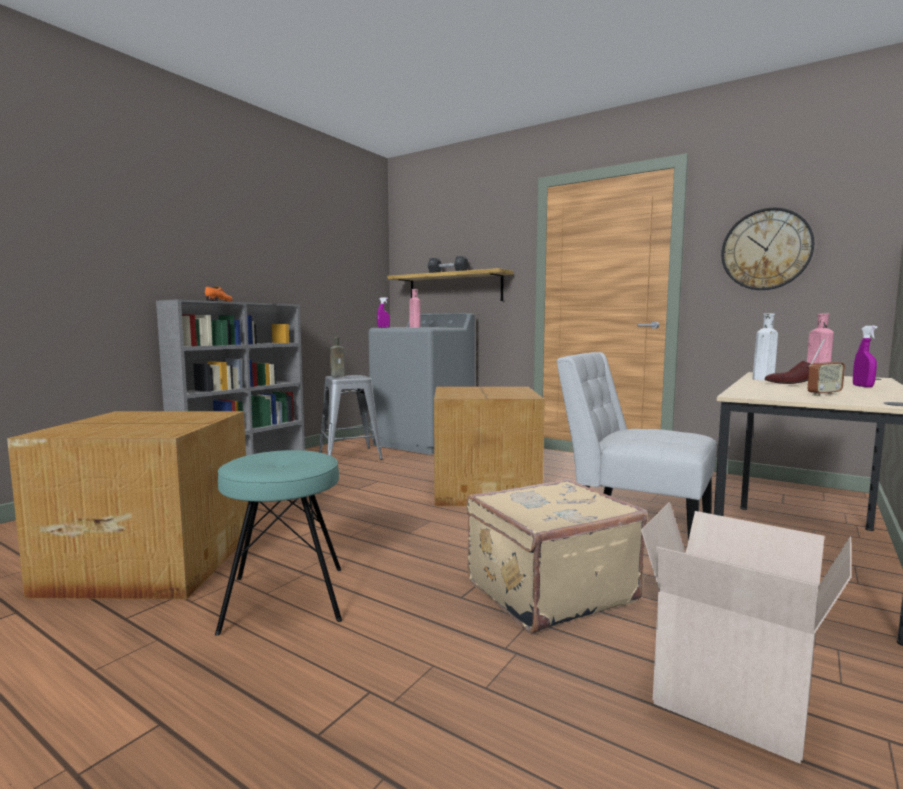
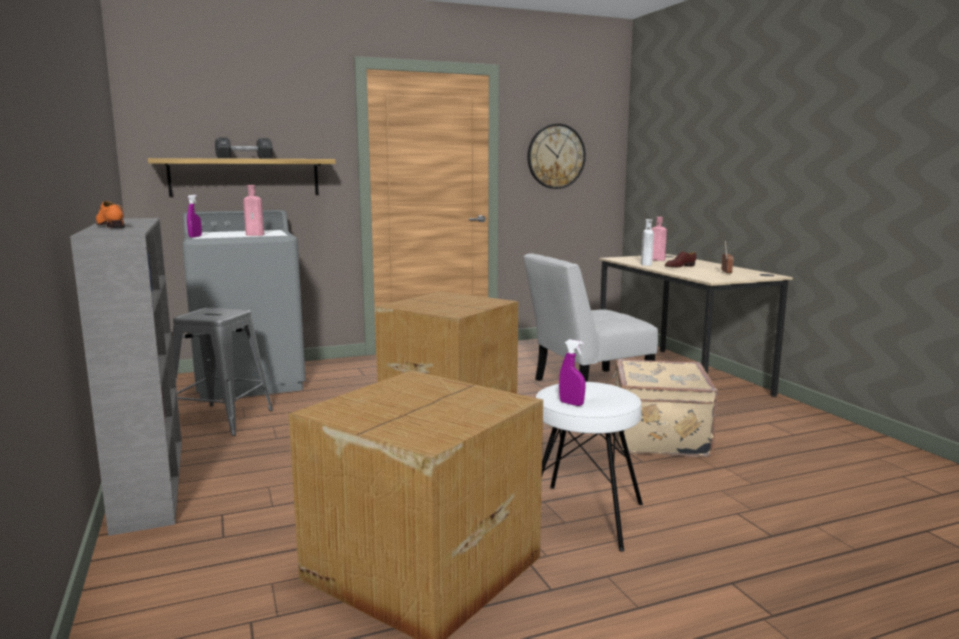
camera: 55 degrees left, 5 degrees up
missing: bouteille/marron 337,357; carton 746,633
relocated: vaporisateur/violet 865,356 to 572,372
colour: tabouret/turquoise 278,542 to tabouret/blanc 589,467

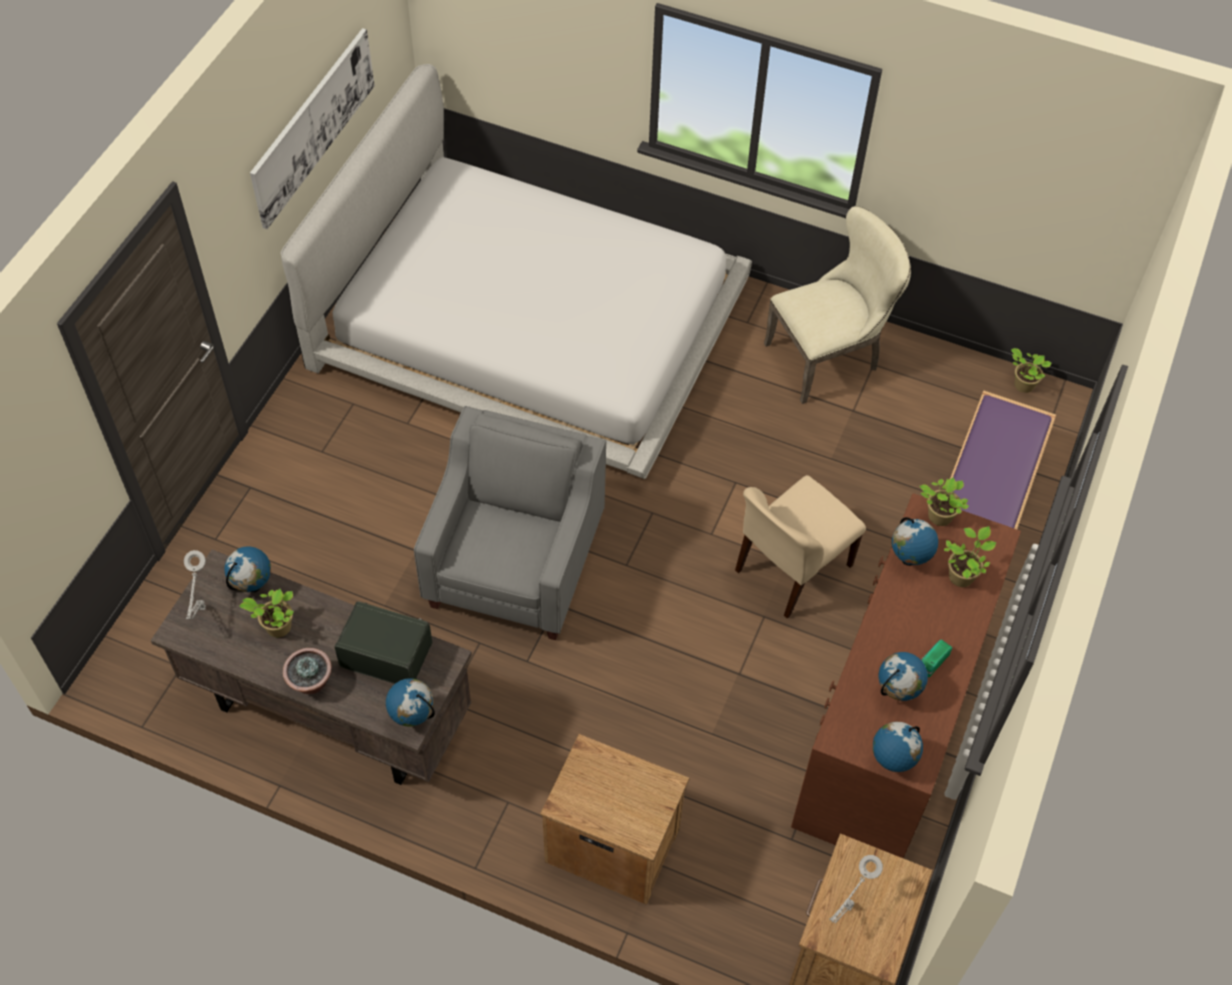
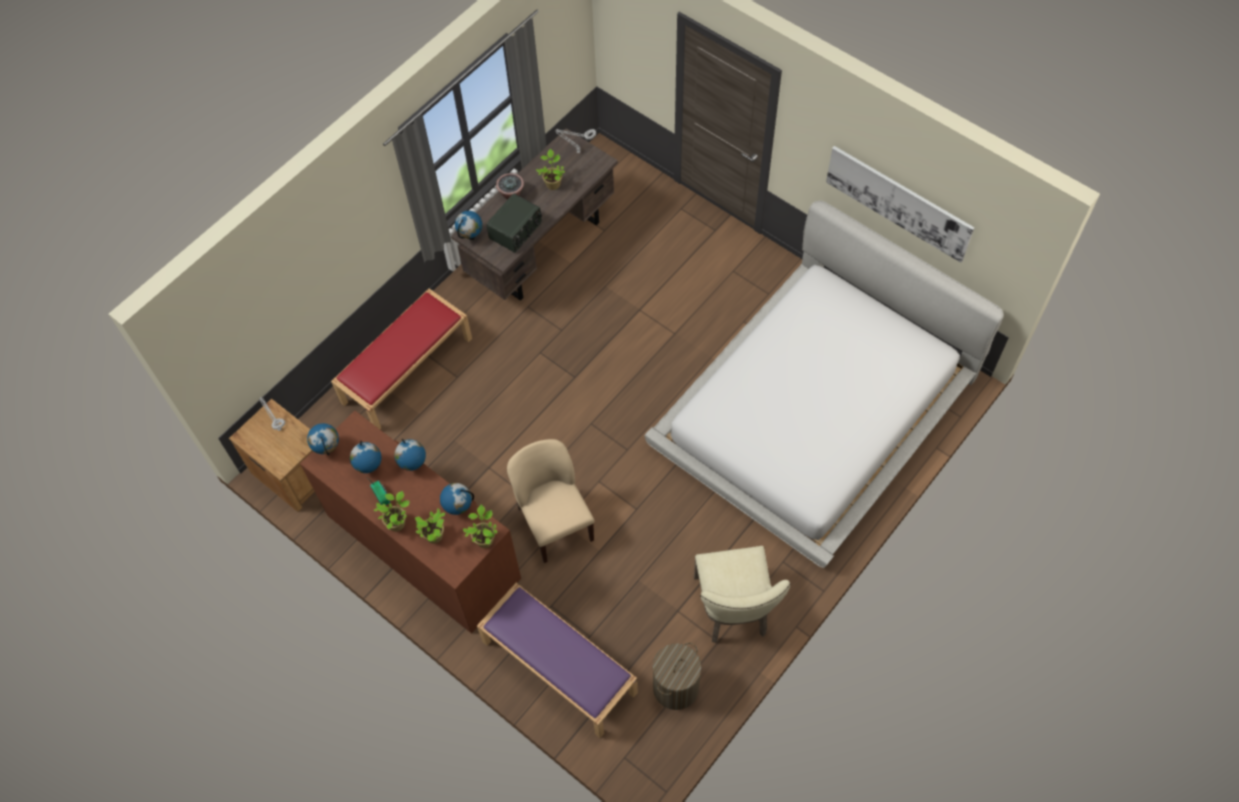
camera: 110 degrees right, 5 degrees up
missing: fauteuil/gris 510,523
appeared: panier à linge 677,676
relocated: plante en pot 1031,370 to 392,511; globe 247,569 to 410,455
exchanged: table de chevet/marron 614,819 to banc/rouge 401,359

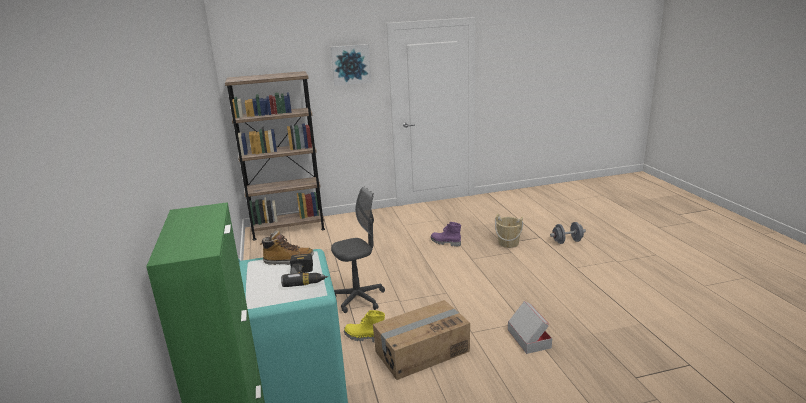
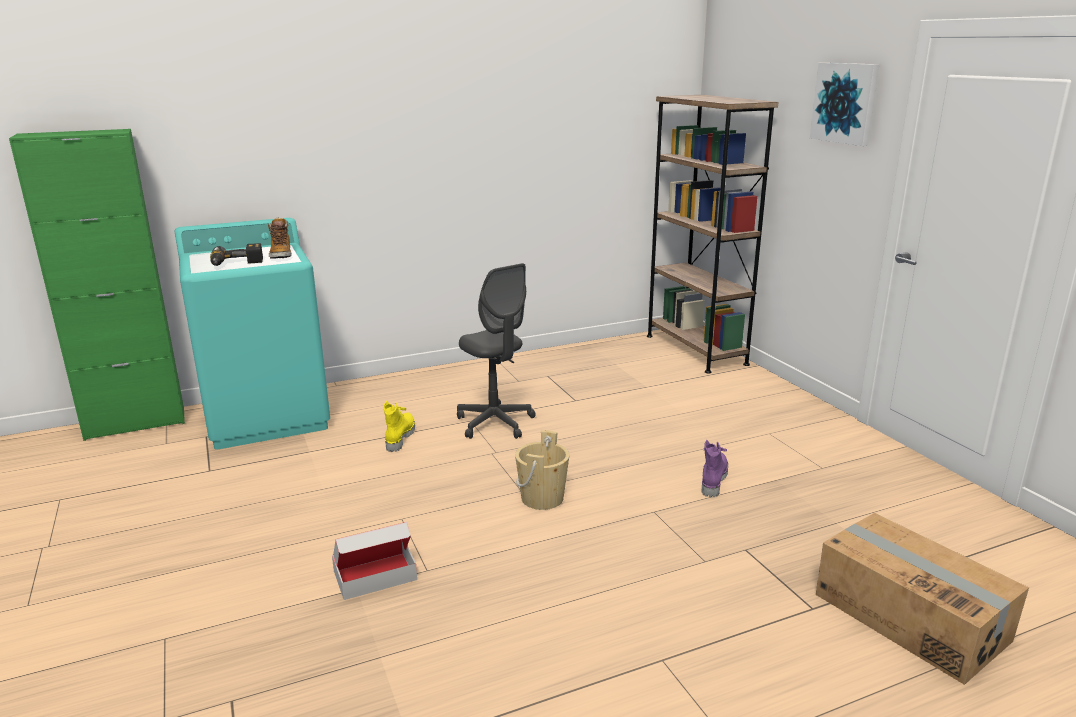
camera: 80 degrees right, 0 degrees up
missing: haltère/gris 568,233
relocated: seau/beige 509,231 to 542,470; carton 421,340 to 922,599

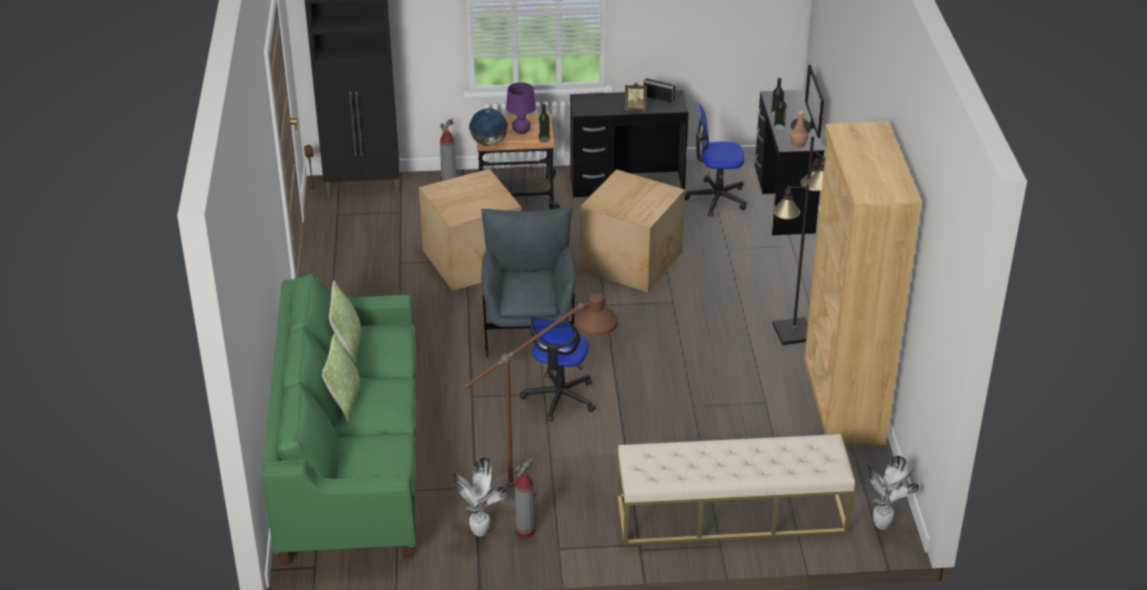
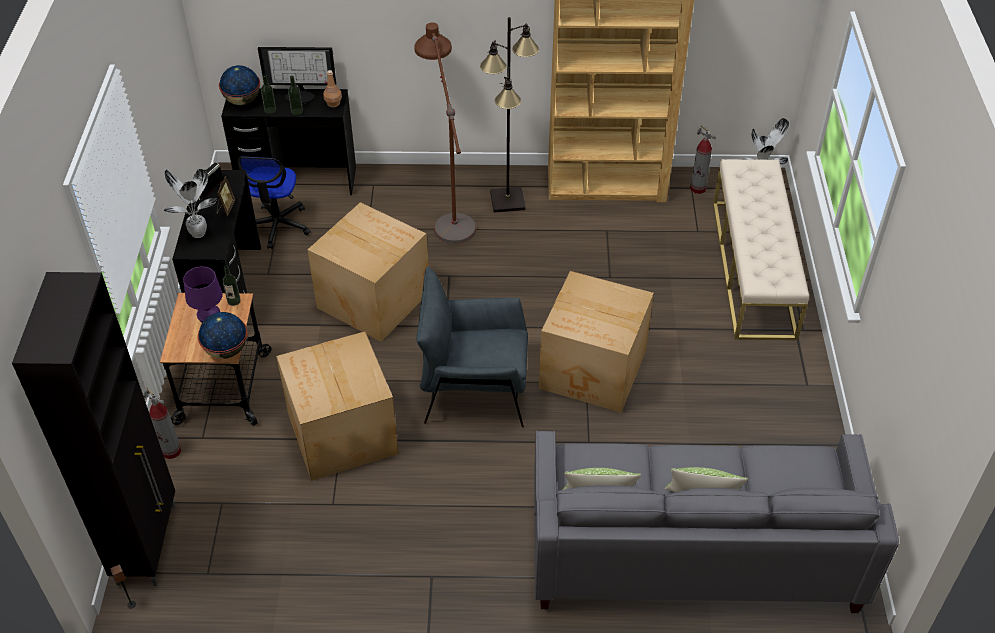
camera: 85 degrees left, 10 degrees up
appeared: globe 239,85
relocated: plante en pot 479,496 to 190,203; lampadaire/marron 541,401 to 445,133; extincteur 525,498 to 703,160
exchanged: chaise de bureau 558,369 to carton 596,342
colour: canapé/vert 338,419 to canapé/gris 716,521

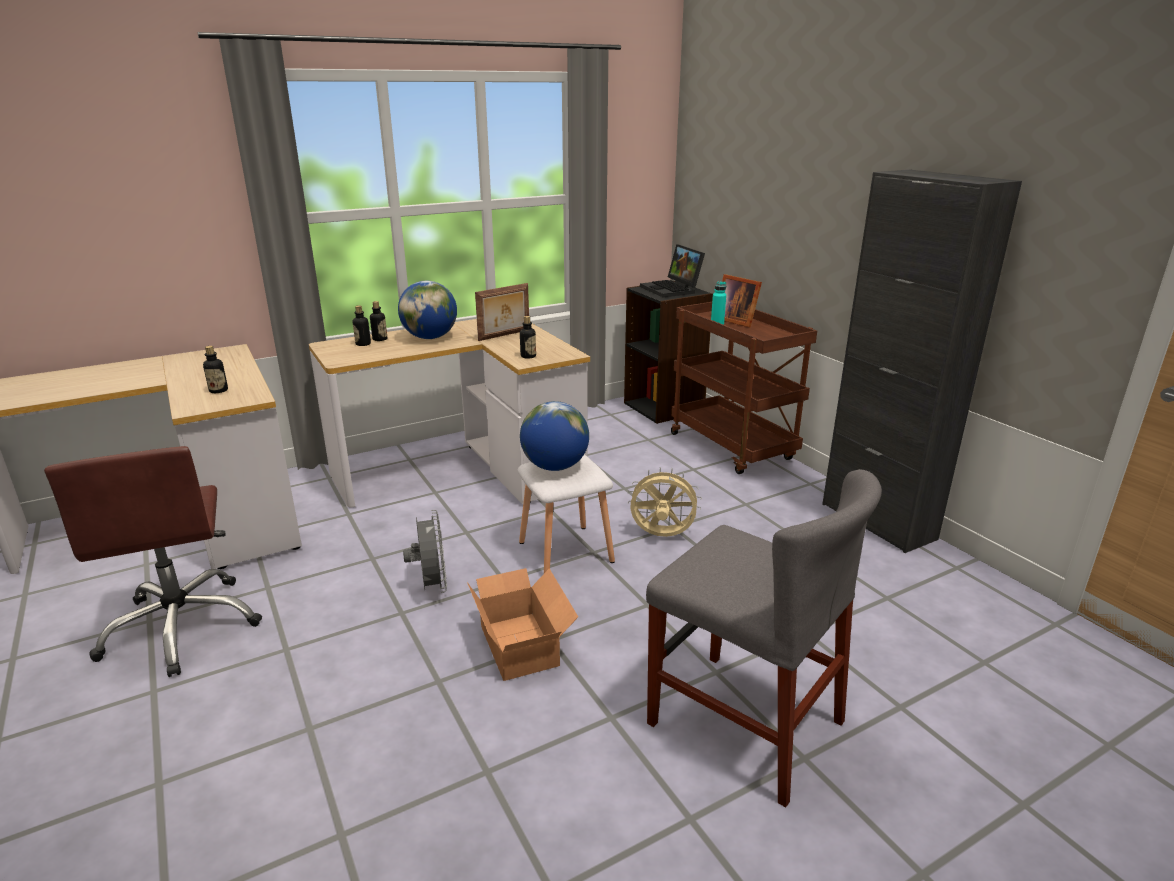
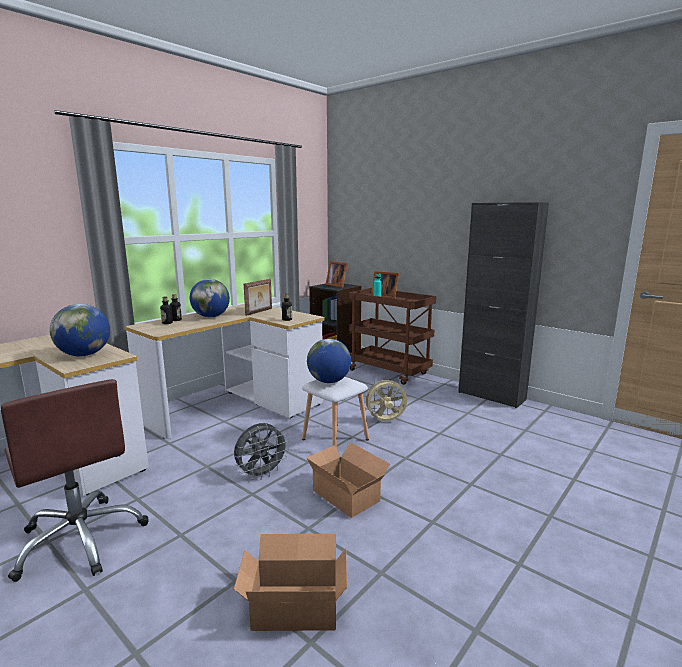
camera: 20 degrees left, 10 degrees down
missing: chaise/gris 764,638
appeared: carton 290,582
exchanged: bouteille 215,369 to globe 80,330; ordinateur portable 672,270 to cadre photo 336,274
spun: ventilateur/gris 425,551 = 262,451 90 degrees clockwise

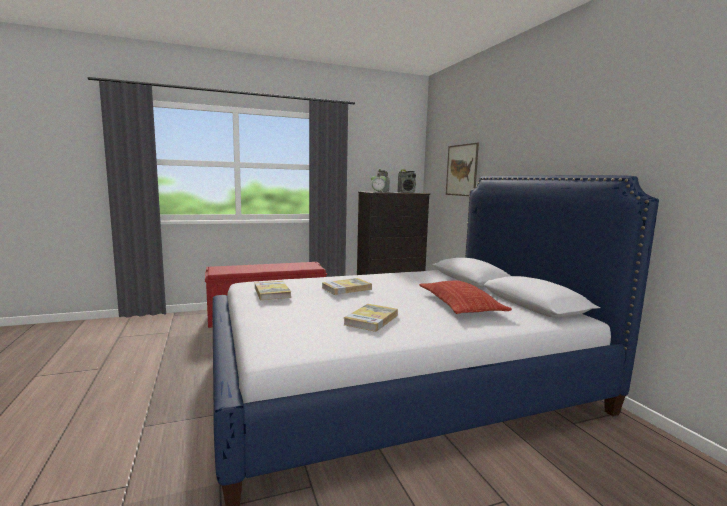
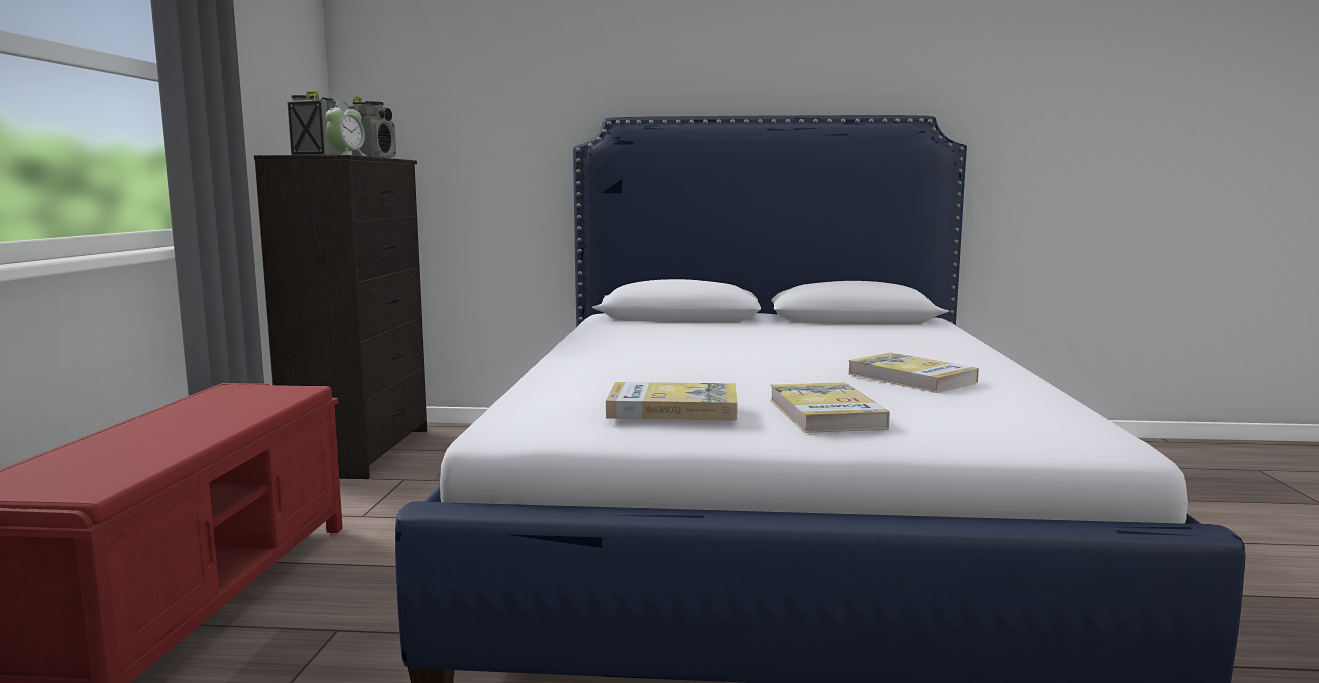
camera: 65 degrees left, 0 degrees up
missing: coussin 465,297; tableau 462,169
relocated: livre 347,286 to 830,407

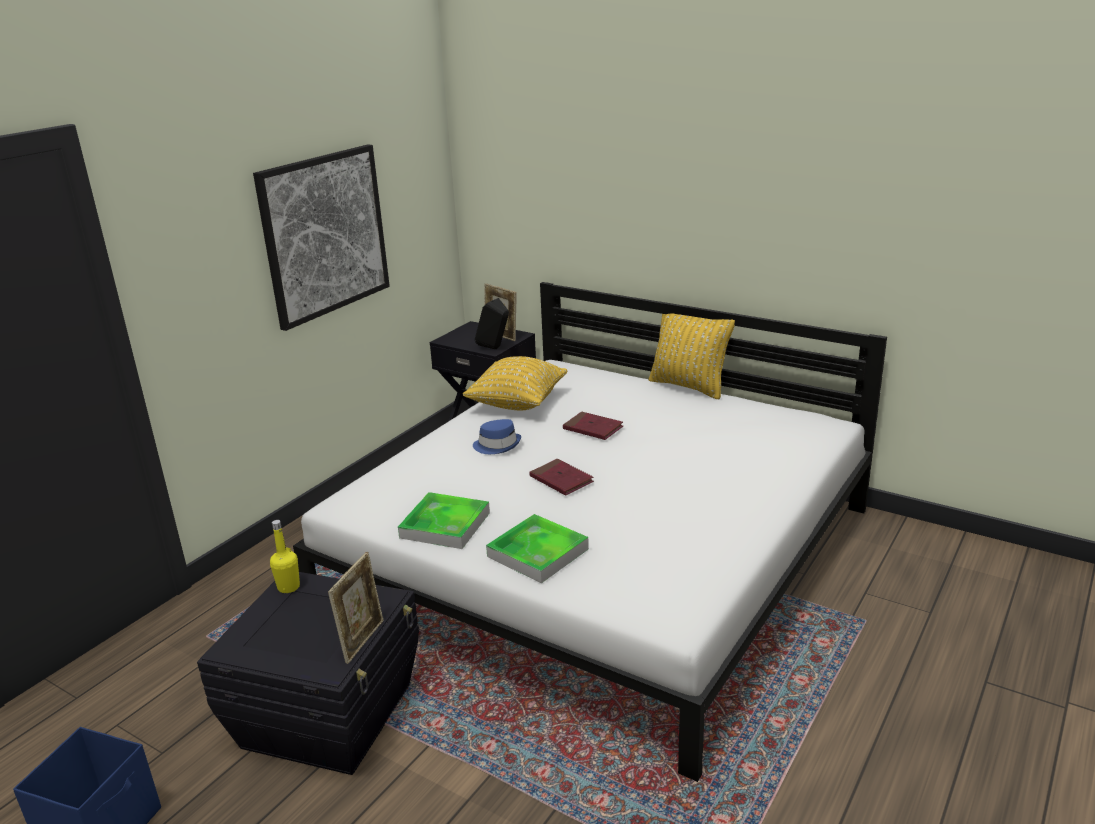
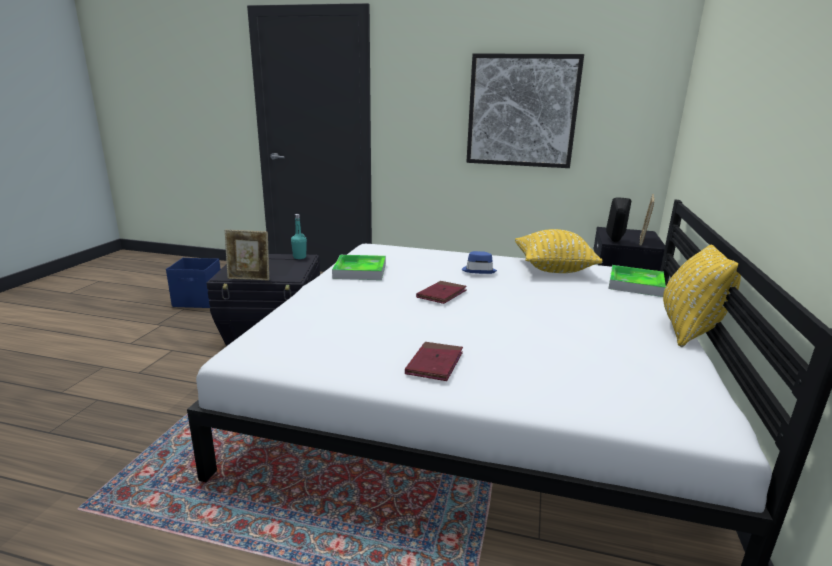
camera: 70 degrees right, 5 degrees down
relocated: livre/rouge 593,426 to 434,361; plateau 537,548 to 637,281
colour: bouteille/jaune 285,556 to bouteille/turquoise 299,236

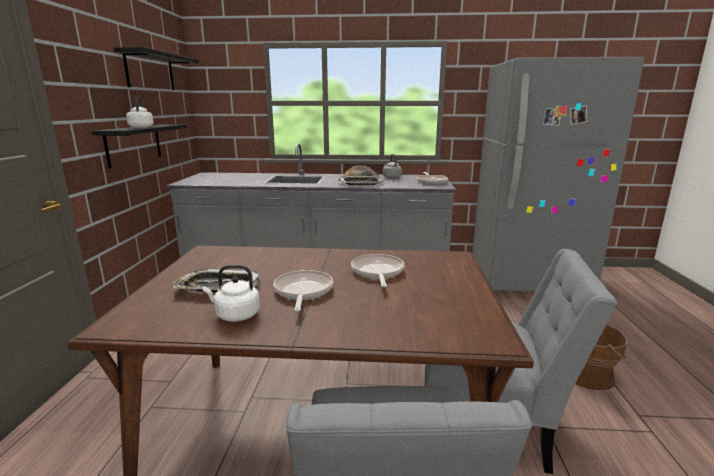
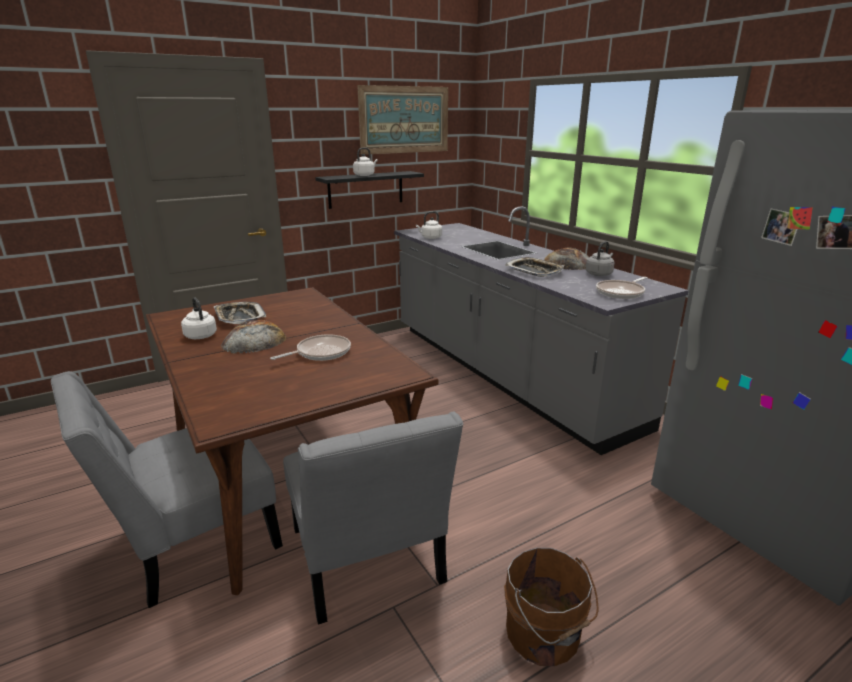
camera: 55 degrees right, 5 degrees up
appeared: bouilloire/blanc 429,225
exchanged: poêle 303,291 to pain 254,336; étagère/noir 156,68 to tableau 402,119

